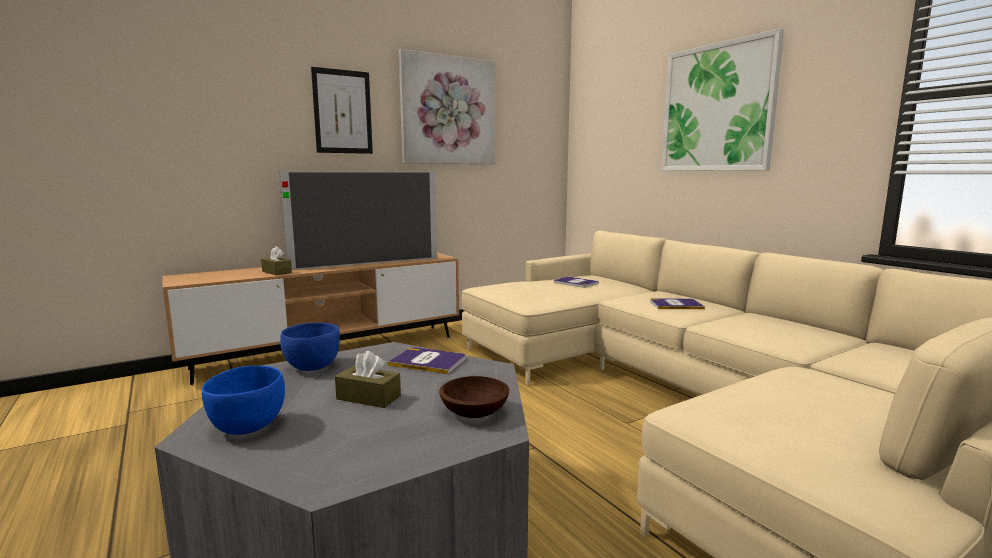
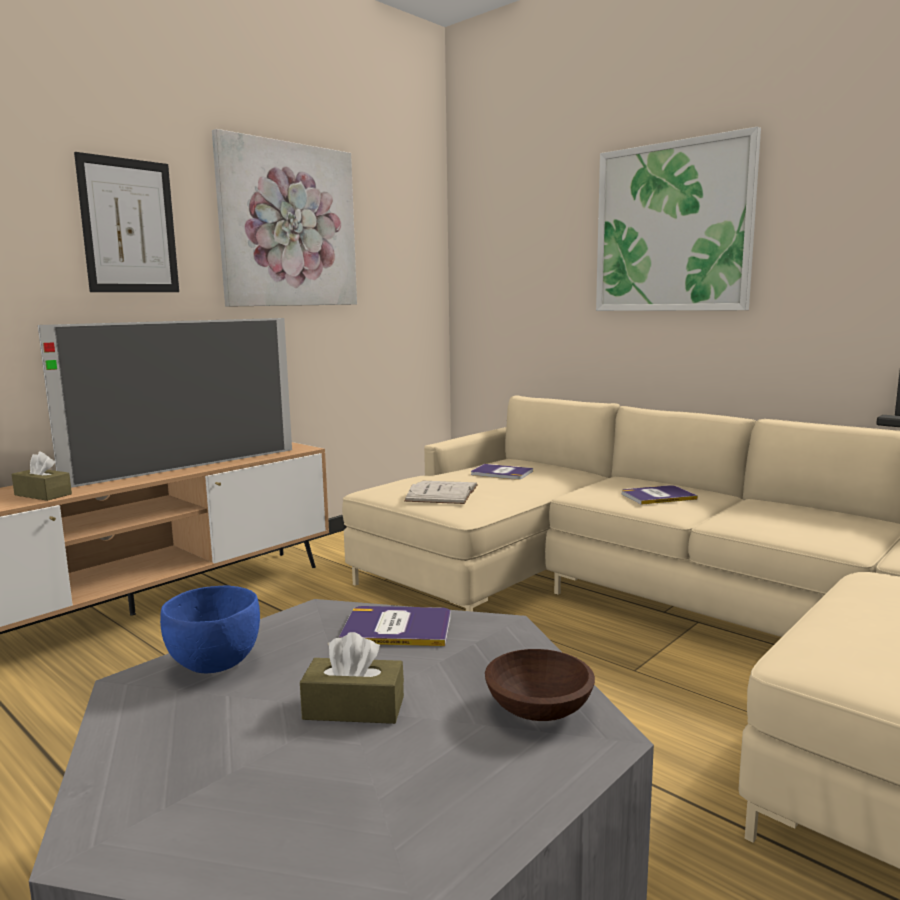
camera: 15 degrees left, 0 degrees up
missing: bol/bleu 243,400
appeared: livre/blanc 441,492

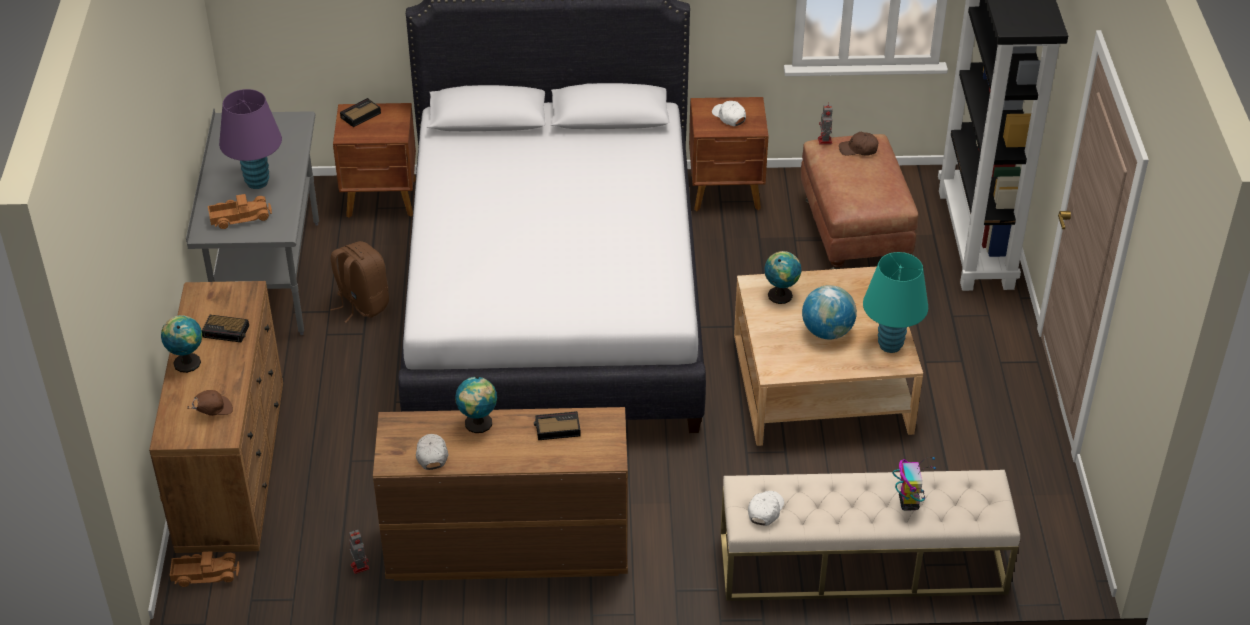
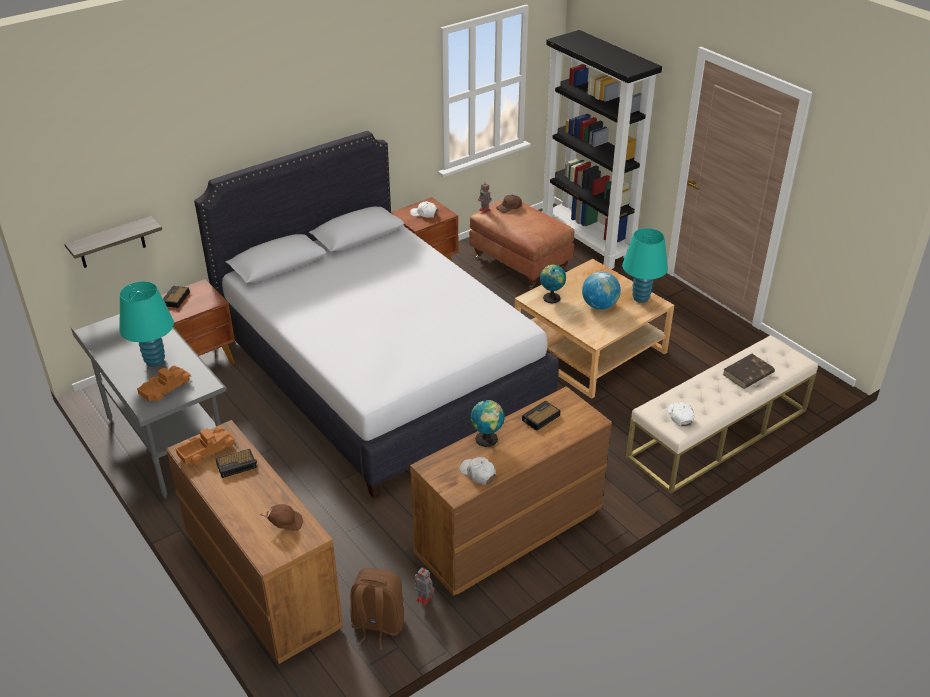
camera: 35 degrees left, 5 degrees down
missing: globe 181,344
appeared: étagère 113,242
relocated: camion jouet 204,569 to 205,445; sac à dos/marron 359,282 to 377,609
exchanged: robot jouet 914,484 to livre/marron 748,371
colour: lampe de table/violet 250,139 to lampe de table/turquoise 147,324
spun: casquette/marron 210,403 = 282,517 60 degrees clockwise

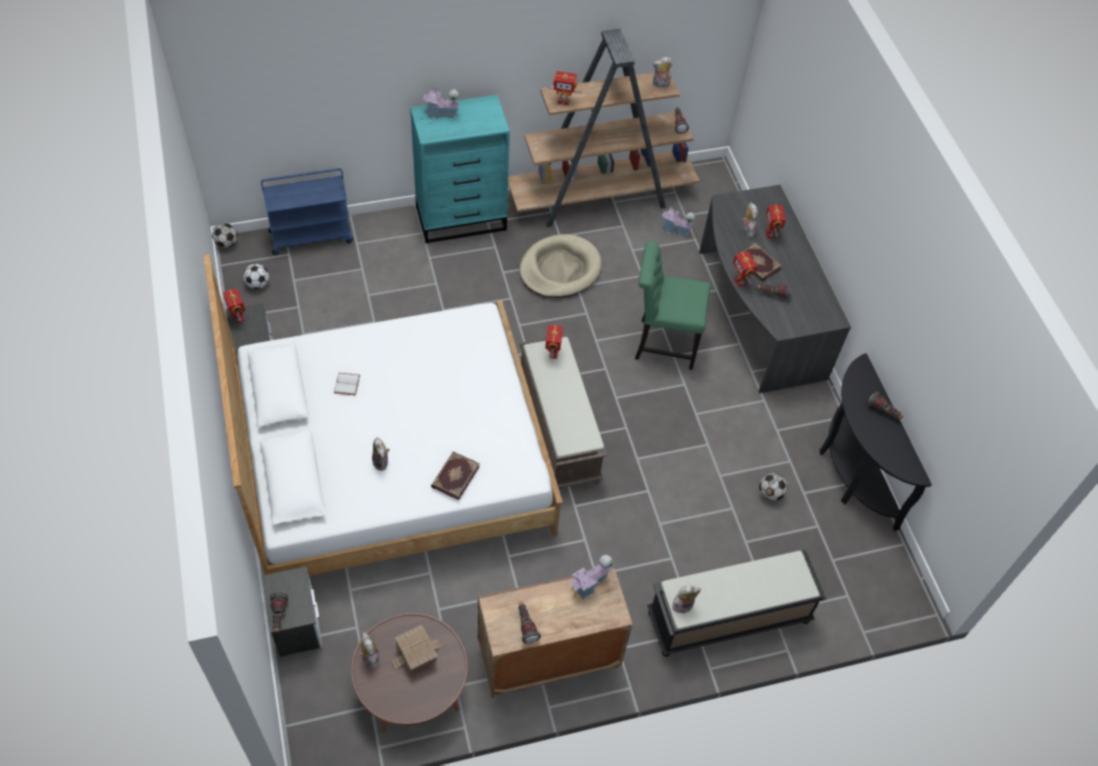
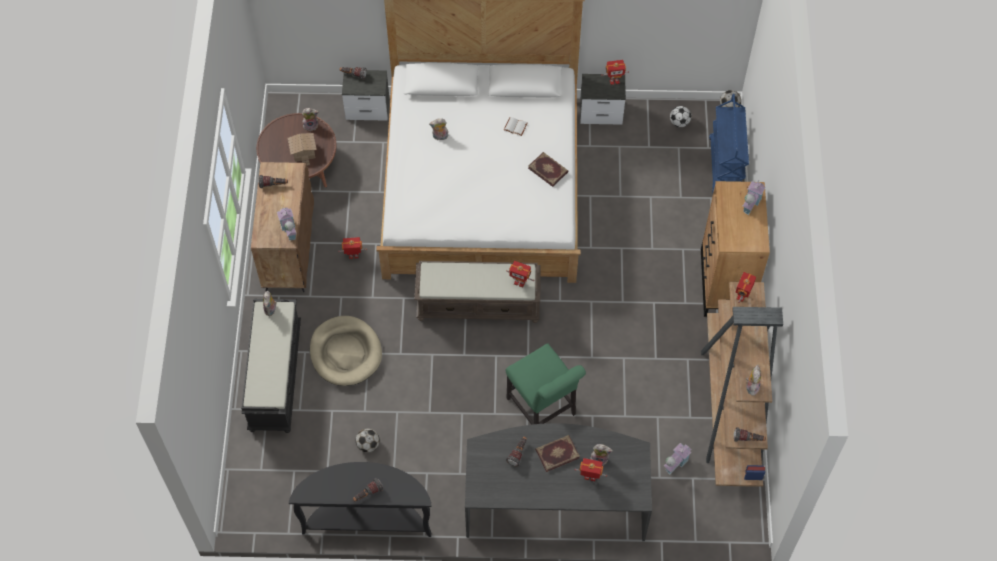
camera: 110 degrees right, 5 degrees up
relocated: panier pour chien/beige 561,266 to 346,351; robot jouet 745,269 to 352,248; livre 455,475 to 548,169
colour: commode/turquoise 460,169 to commode/marron 735,249
spun: chaise/vert 673,305 = 546,384 120 degrees clockwise

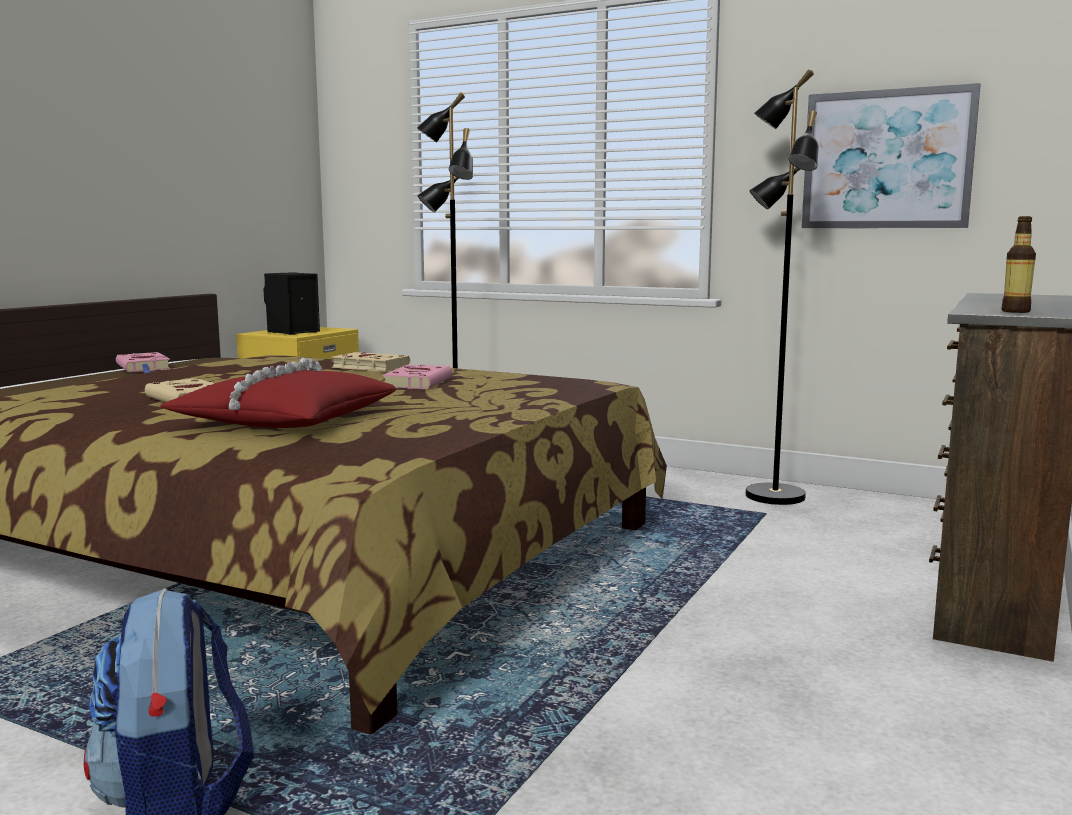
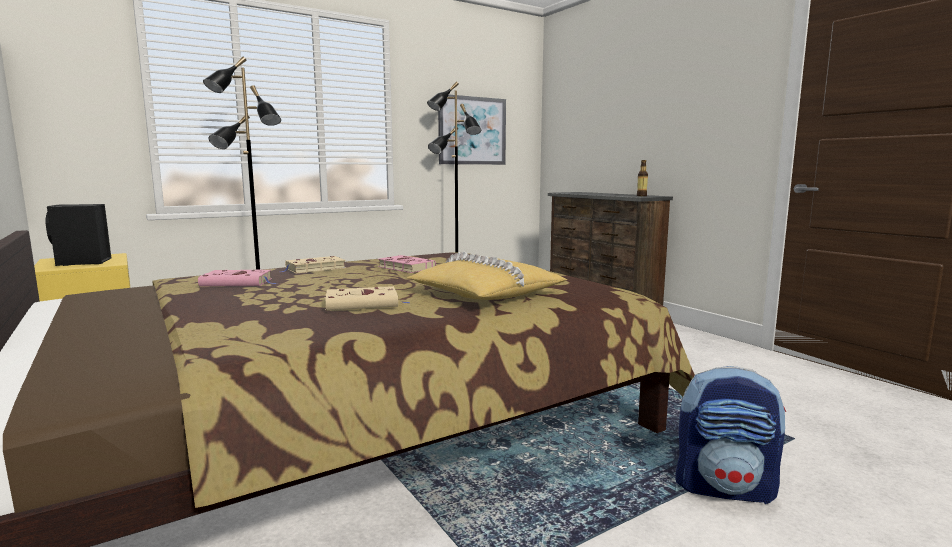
camera: 60 degrees left, 0 degrees up
relocated: livre/rose 143,362 to 237,278
colour: coussin/rouge 278,393 to coussin/jaune 487,276

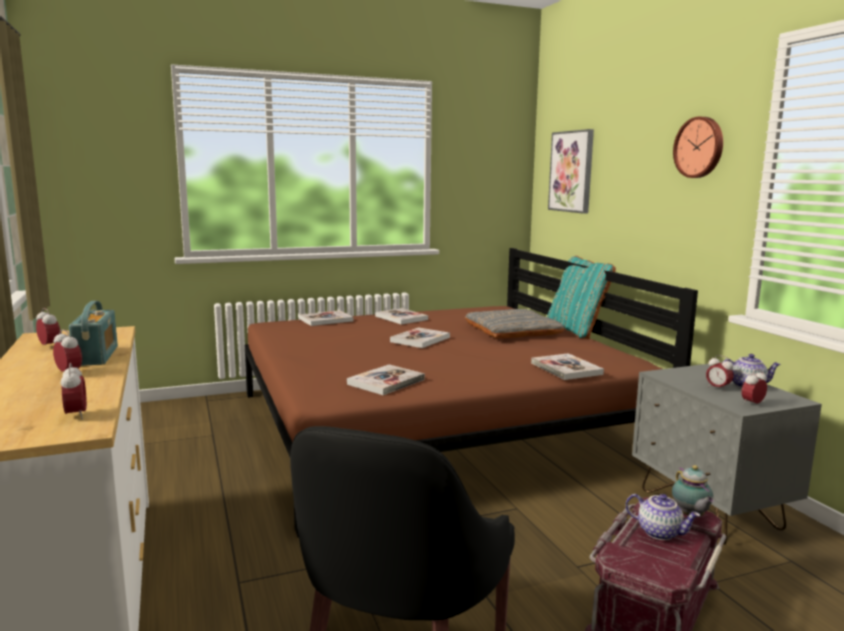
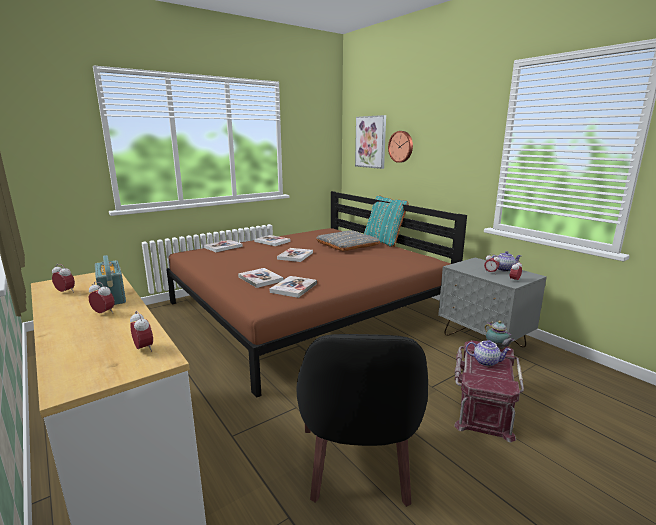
camera: 15 degrees left, 5 degrees up
relocated: livre 567,366 to 261,278; horloge murale 698,147 to 400,147

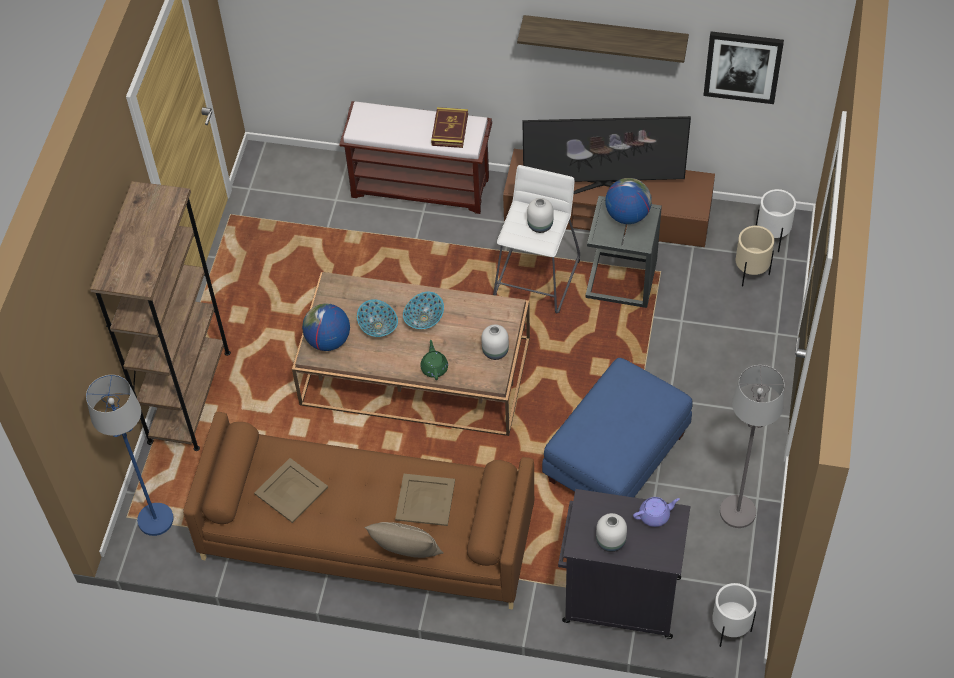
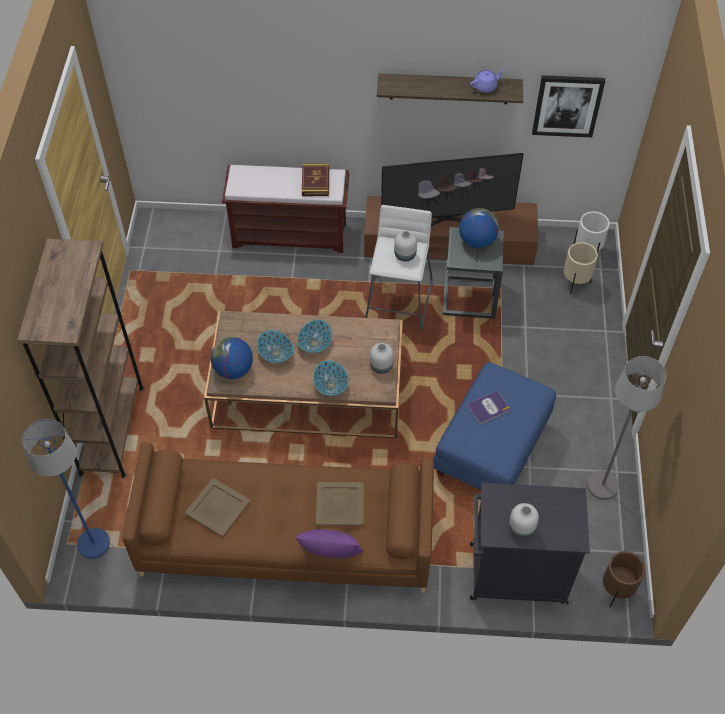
camera: 10 degrees left, 0 degrees up
appeared: livre 488,407
relocated: théière/violet 656,512 to 487,81
exchanged: théière/vert 434,360 to bol 330,378
colour: coussin/beige 404,540 to coussin/violet 329,543; cache-pot/blanc 734,615 to cache-pot/marron 624,579

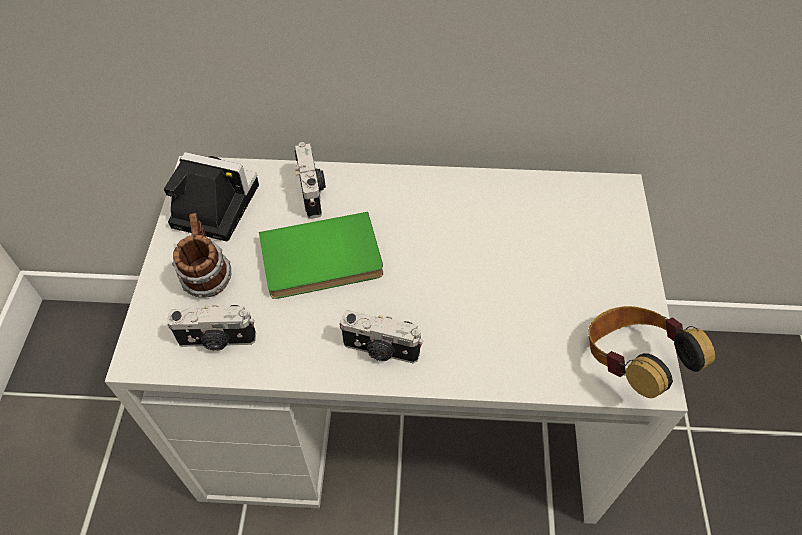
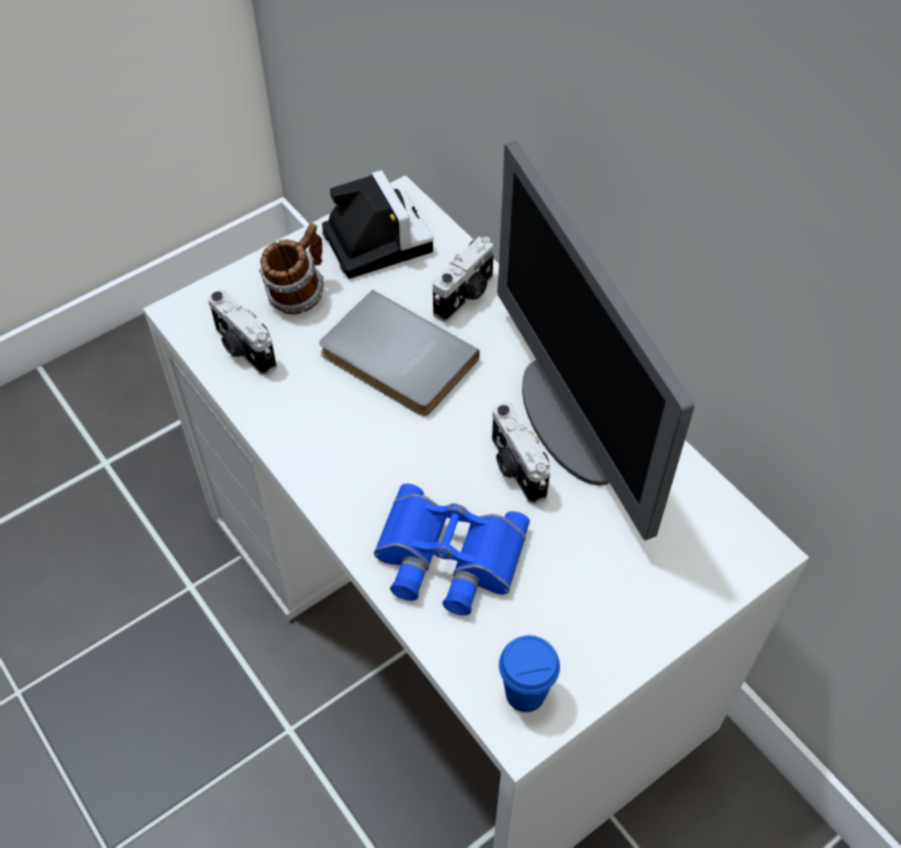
camera: 50 degrees right, 0 degrees up
appeared: jumelles/bleu 452,549; écran d'ordinateur 596,341
relocated: appareil photo 381,337 to 521,453
exchanged: casque audio 651,352 to tasse/bleu 529,673
colour: livre/vert 321,255 to livre/gris 399,353

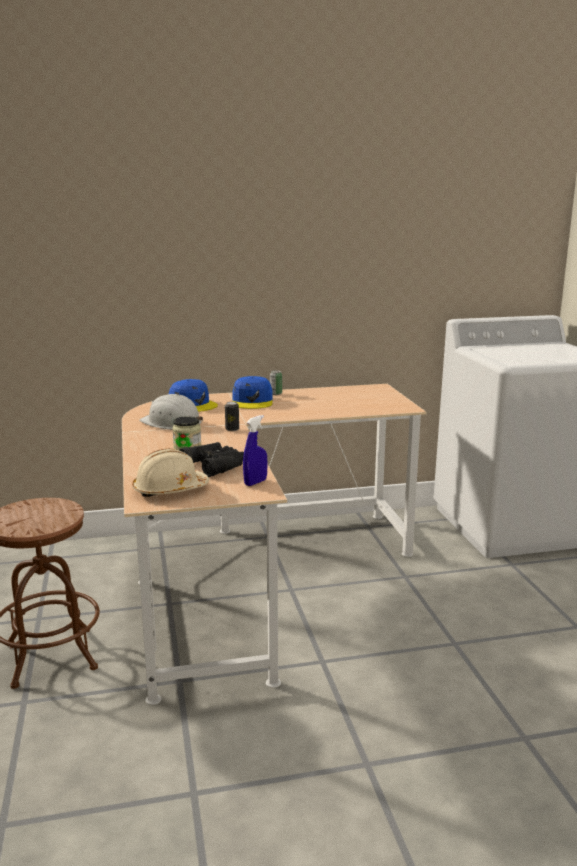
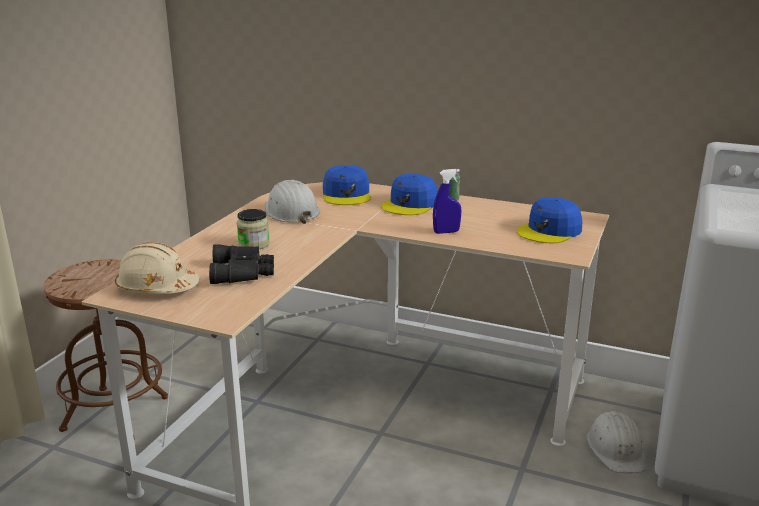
camera: 35 degrees right, 5 degrees up
missing: boîte métallique 232,416
appeared: casquette/bleu 550,220; casque de chantier/blanc 615,442
relocated: vaporisateur/bleu 255,450 to 447,201

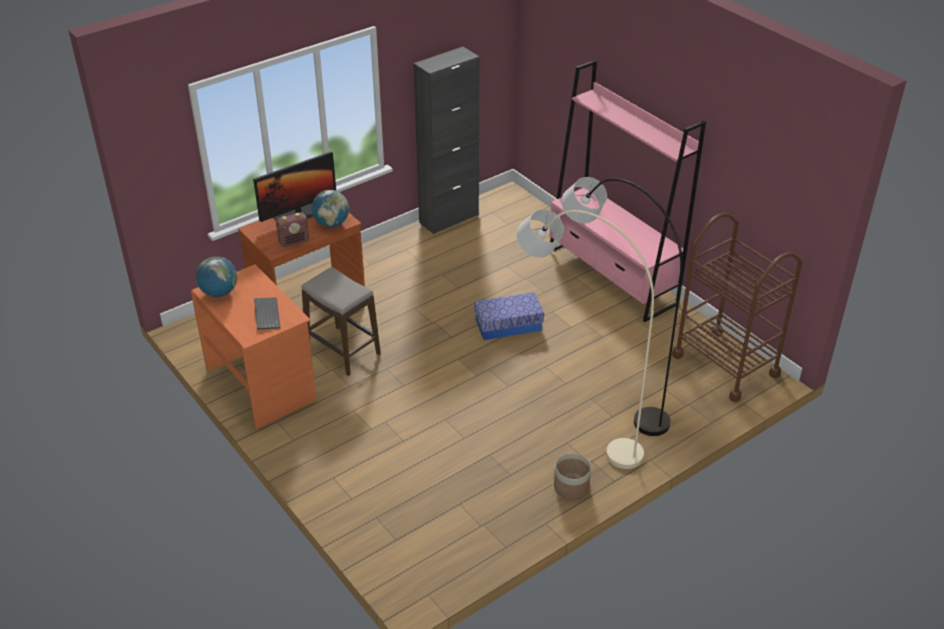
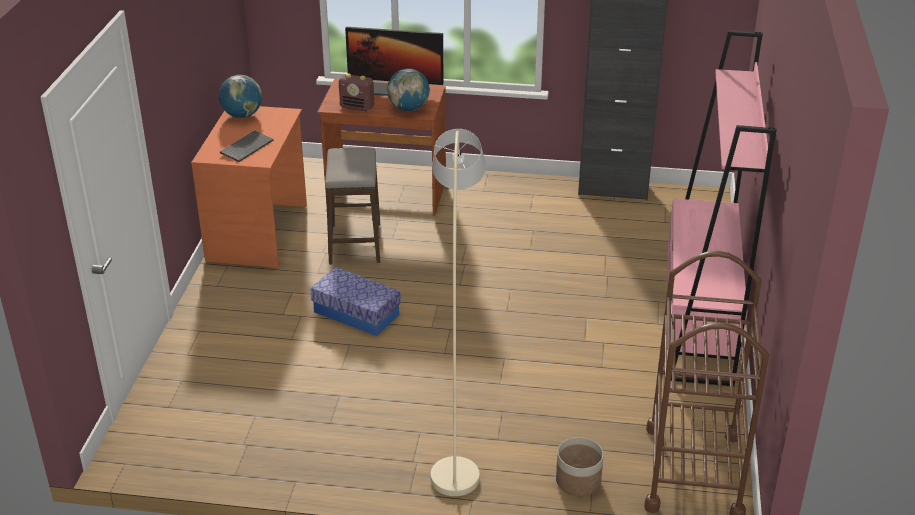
camera: 45 degrees right, 5 degrees down
missing: lampadaire/gris 622,306
relocated: boîte de rangement 509,316 to 355,301; cache-pot 572,476 to 580,466

